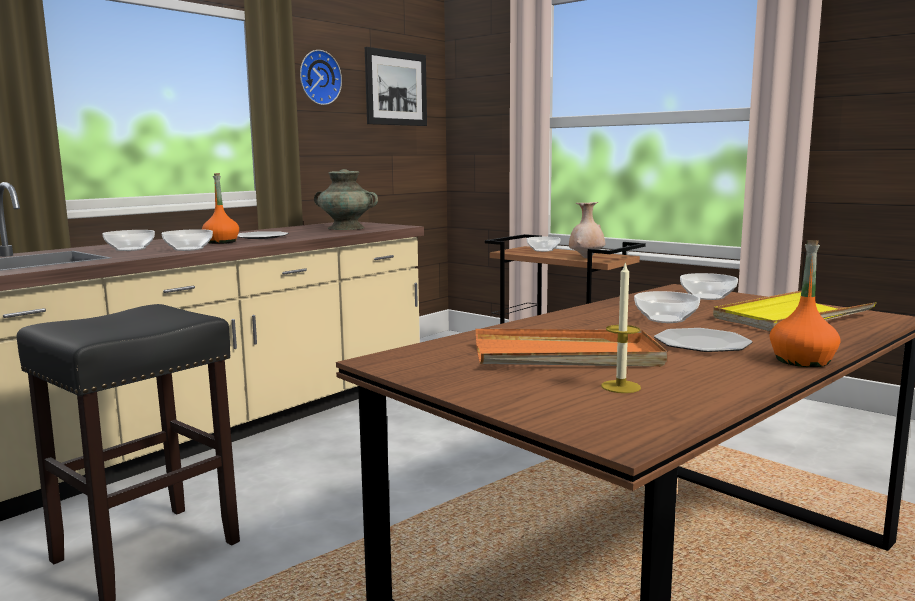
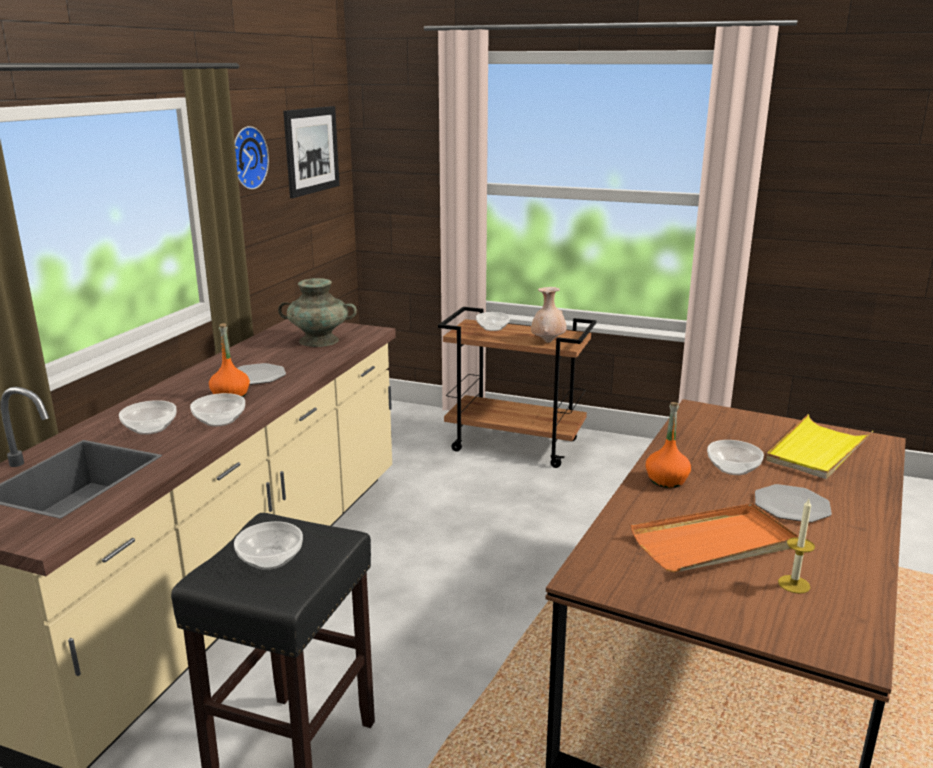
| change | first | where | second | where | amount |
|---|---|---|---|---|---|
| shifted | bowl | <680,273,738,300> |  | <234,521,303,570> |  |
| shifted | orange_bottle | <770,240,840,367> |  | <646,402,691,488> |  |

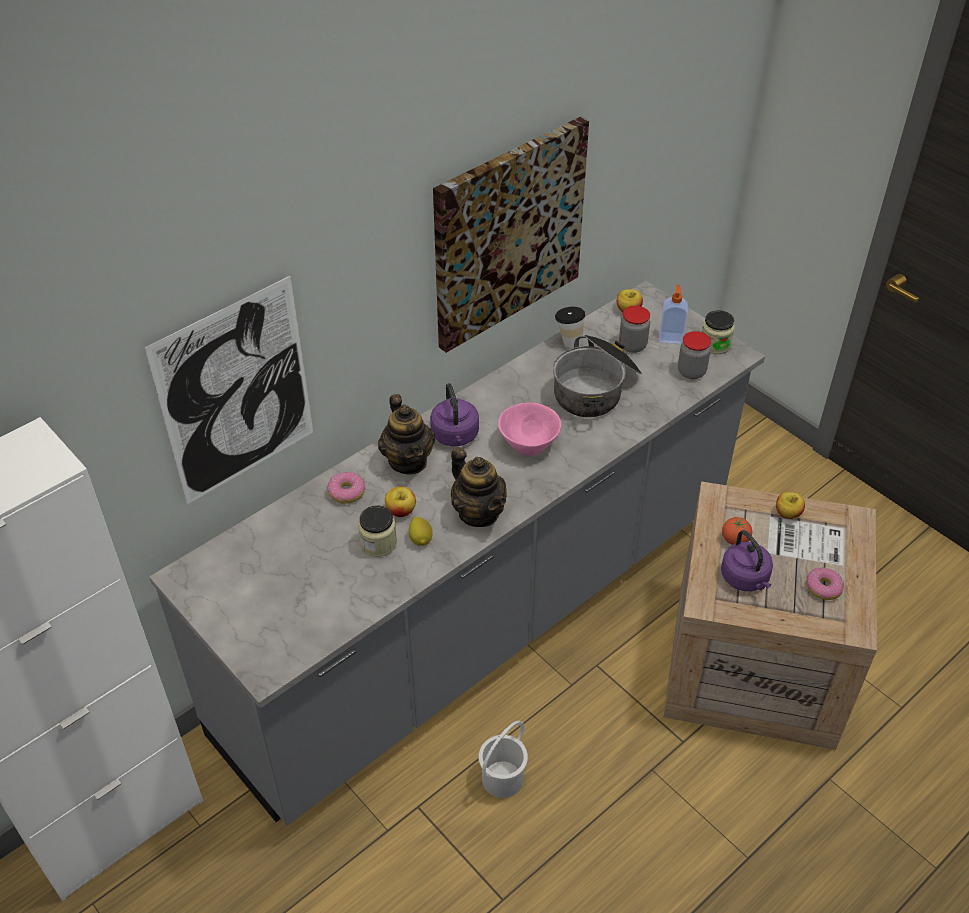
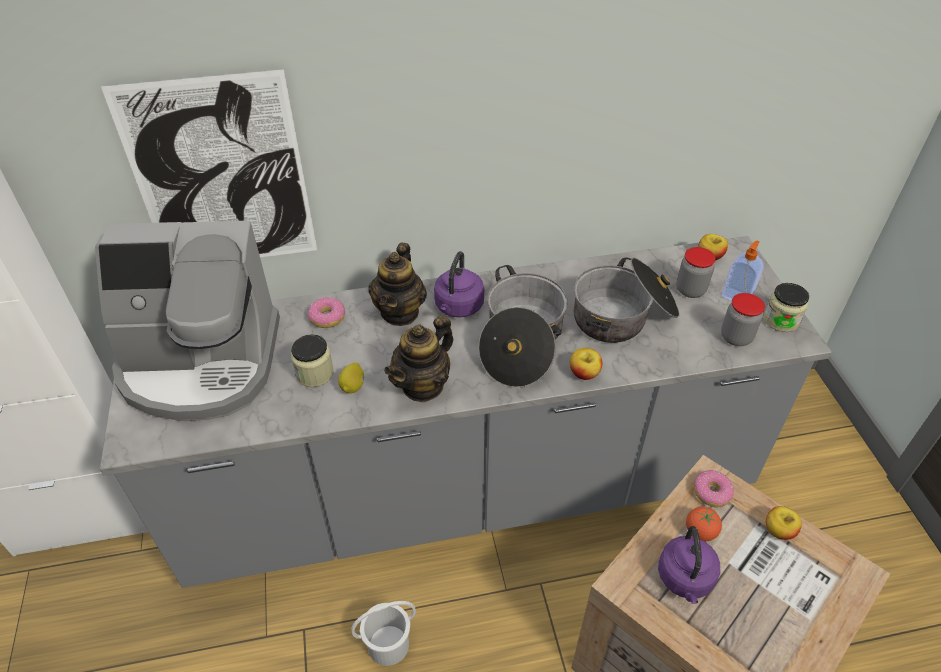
| change | first | where | second | where | amount |
|---|---|---|---|---|---|
| new |  |  | coffee_machine | <95,221,280,421> |  |
| rotated | teapot | <451,447,507,527> |  | <384,315,454,402> | 45 degrees clockwise |
| swapped | pink_bowl | <498,403,561,456> | cooking_pot | <478,265,567,387> |  |
| shifted | apple | <385,487,416,517> |  | <570,348,602,380> |  |
| shifted | donut | <806,568,844,600> |  | <694,470,734,507> |  |
| gone | picture | <433,116,589,353> |  |  |  |
| gone | cup | <555,307,585,349> |  |  |  |

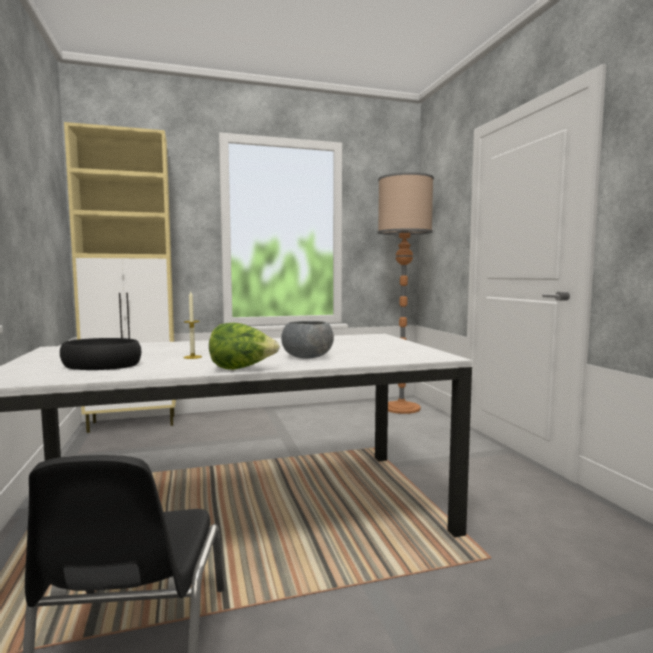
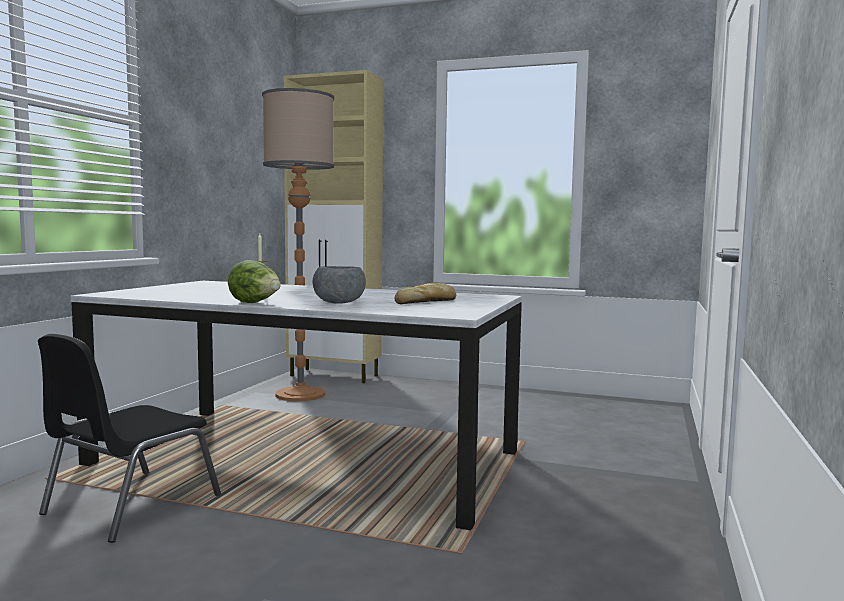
| change | first | where | second | where | amount |
|---|---|---|---|---|---|
| shifted | floor_lamp | <377,173,434,414> |  | <262,88,334,401> |  |
| new |  |  | bread | <395,283,456,304> |  |
| gone | black_bowl | <60,338,141,370> |  |  |  |

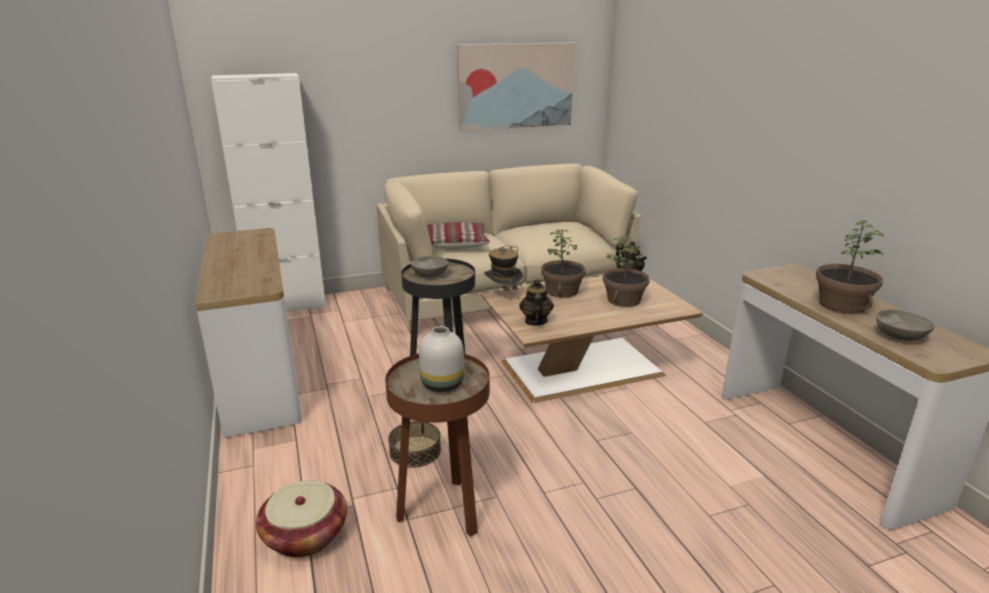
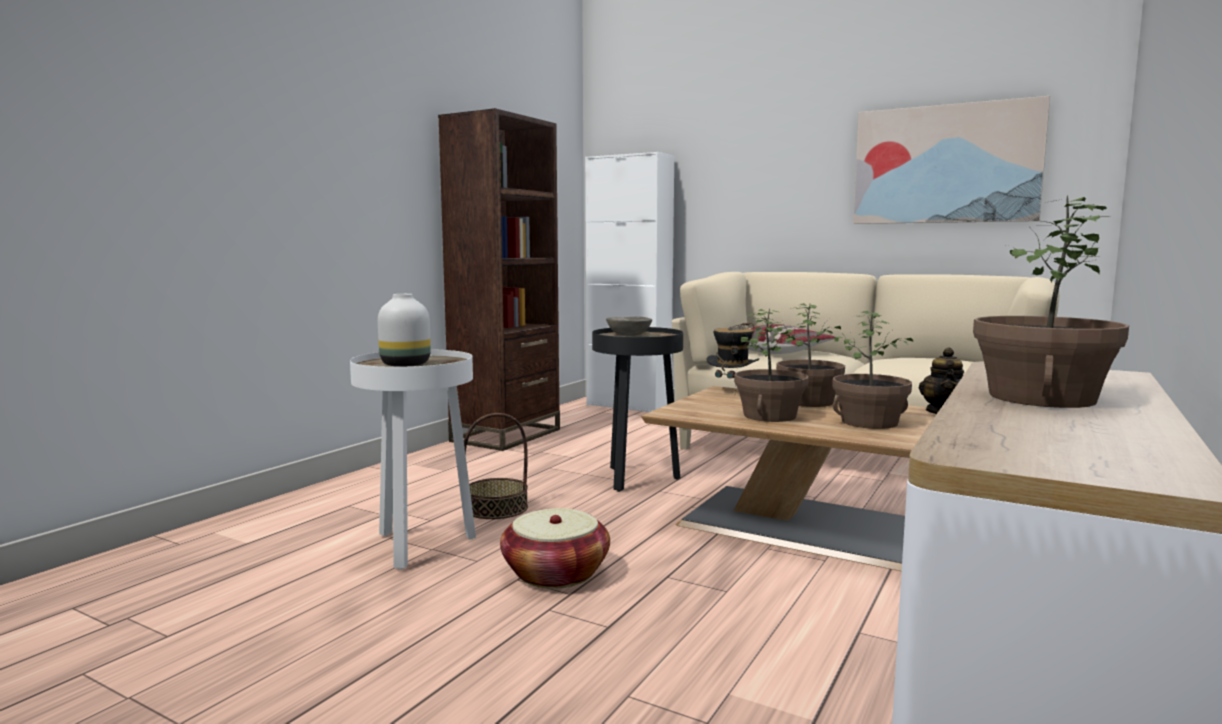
| change | first | where | second | where | amount |
|---|---|---|---|---|---|
| repainted | brown_side_table | <385,354,490,537> | white_side_table | <350,349,476,570> |  |
| swapped | console_table | <196,228,302,438> | brown_bookcase | <438,108,560,451> |  |
| shifted | basket | <256,480,347,557> |  | <500,508,610,589> |  |
| new |  |  | potted_plant | <734,308,809,422> |  |
| gone | teapot | <519,279,554,326> |  |  |  |
| gone | grey_bowl | <876,310,935,341> |  |  |  |

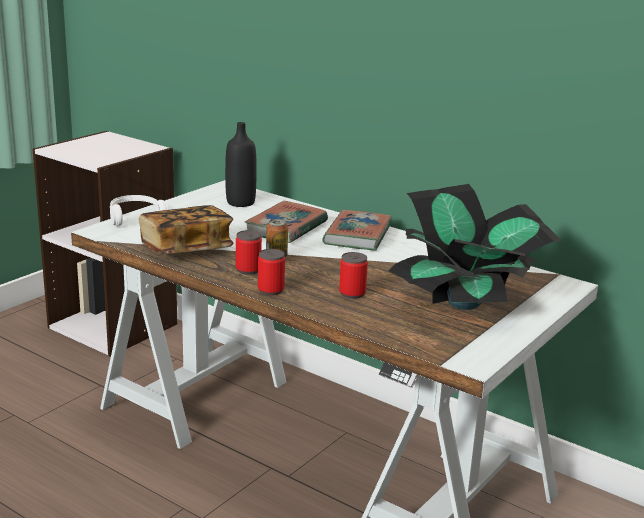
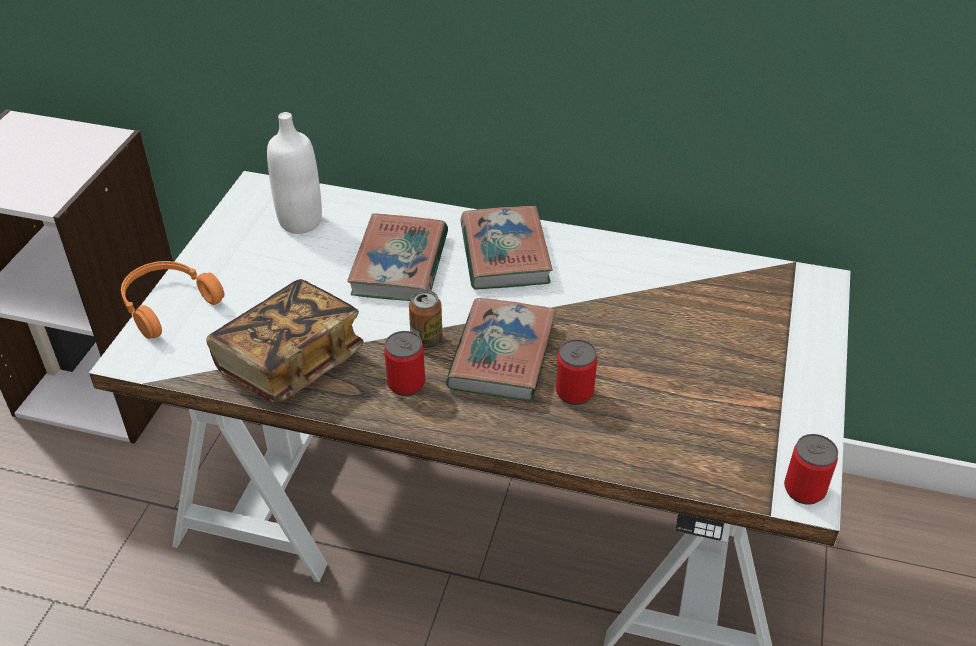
| change | first | where | second | where | amount |
|---|---|---|---|---|---|
| repainted | white_headphones | <110,195,169,226> | orange_headphones | <121,261,224,339> |  |
| repainted | black_bottle | <225,122,257,207> | white_bottle | <267,112,322,234> |  |
| new |  |  | book | <446,298,556,402> |  |
| shifted | can | <258,249,285,295> |  | <784,434,838,505> |  |
| gone | potted_plant | <389,184,562,310> |  |  |  |

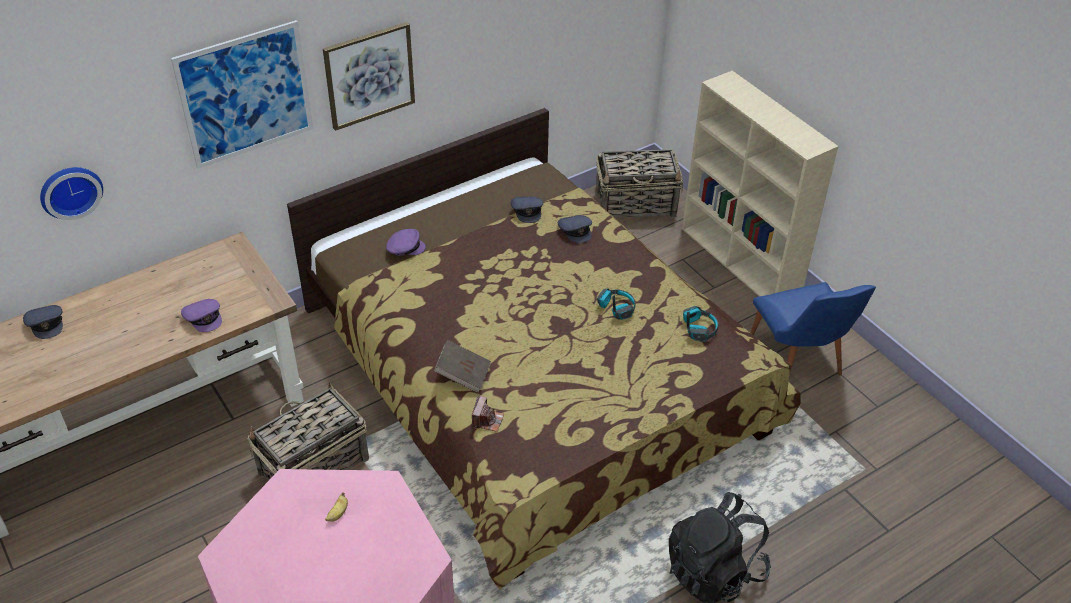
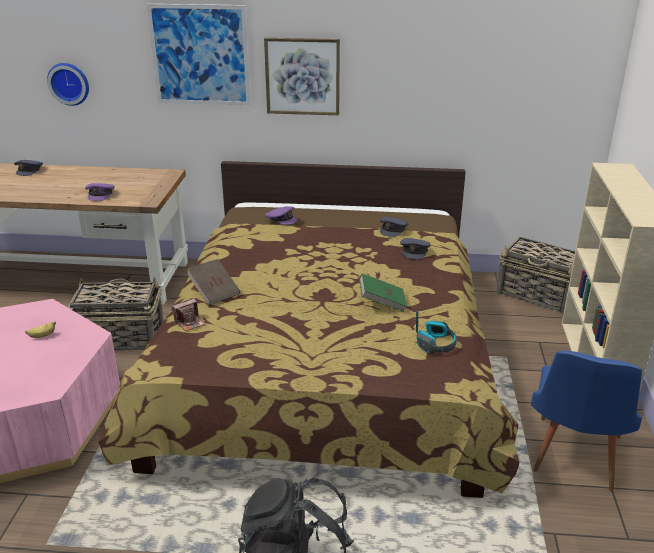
| change | first | where | second | where | amount |
|---|---|---|---|---|---|
| swapped | headphones | <597,288,635,320> | green_book | <359,273,407,312> |  |

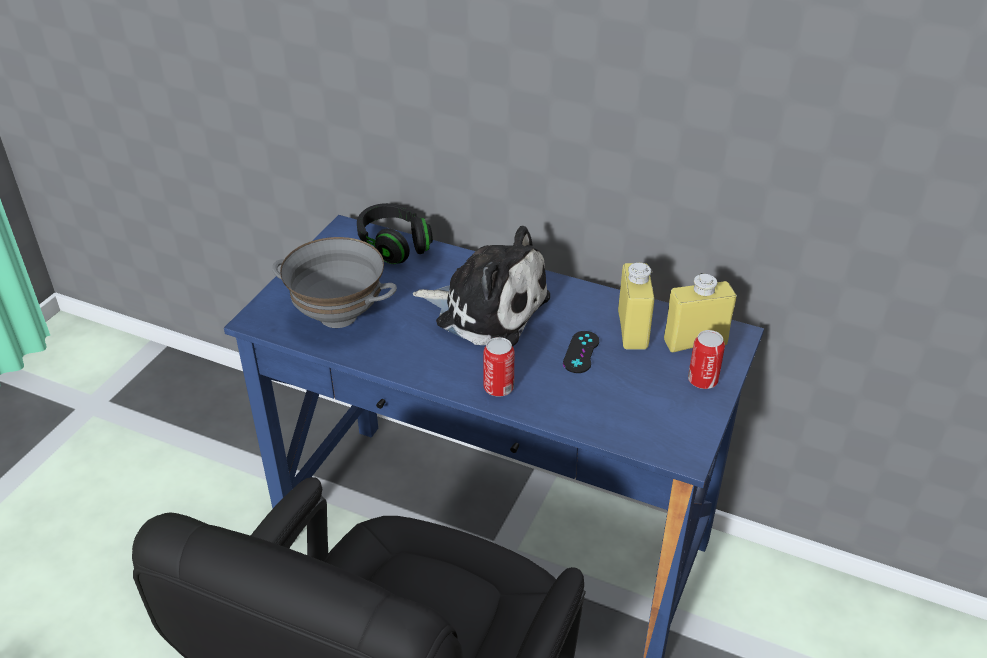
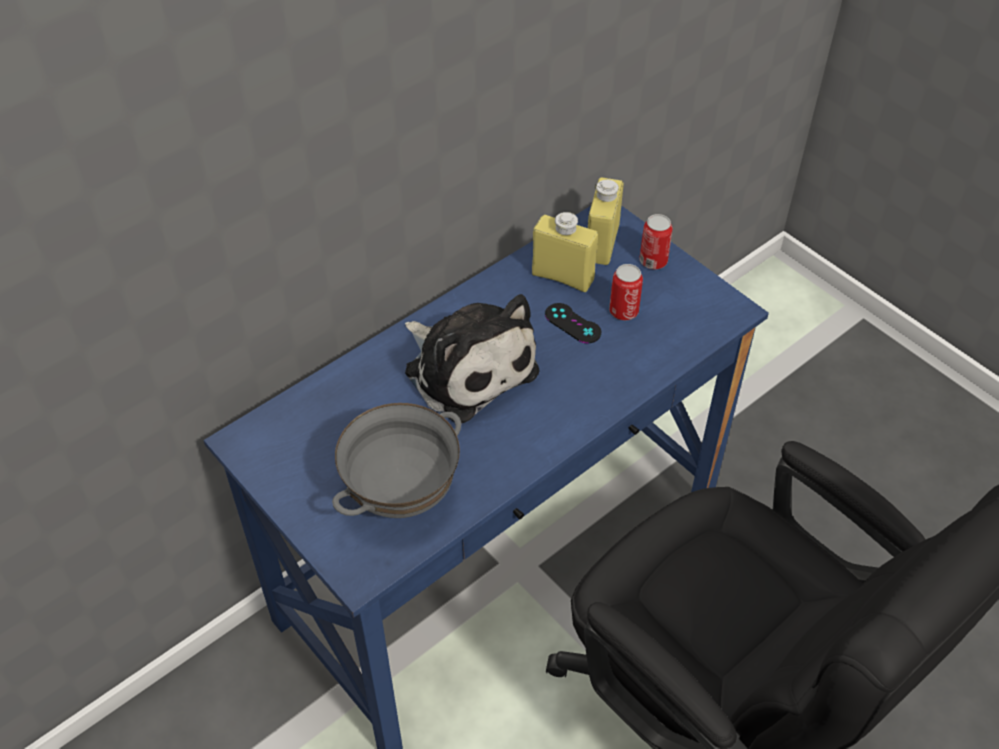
| change | first | where | second | where | amount |
|---|---|---|---|---|---|
| rotated | plush_toy | <413,226,550,346> |  | <405,294,539,424> | 90 degrees clockwise |
| shifted | can | <484,337,514,397> |  | <609,264,643,320> |  |
| gone | black_headphones | <357,203,433,264> |  |  |  |

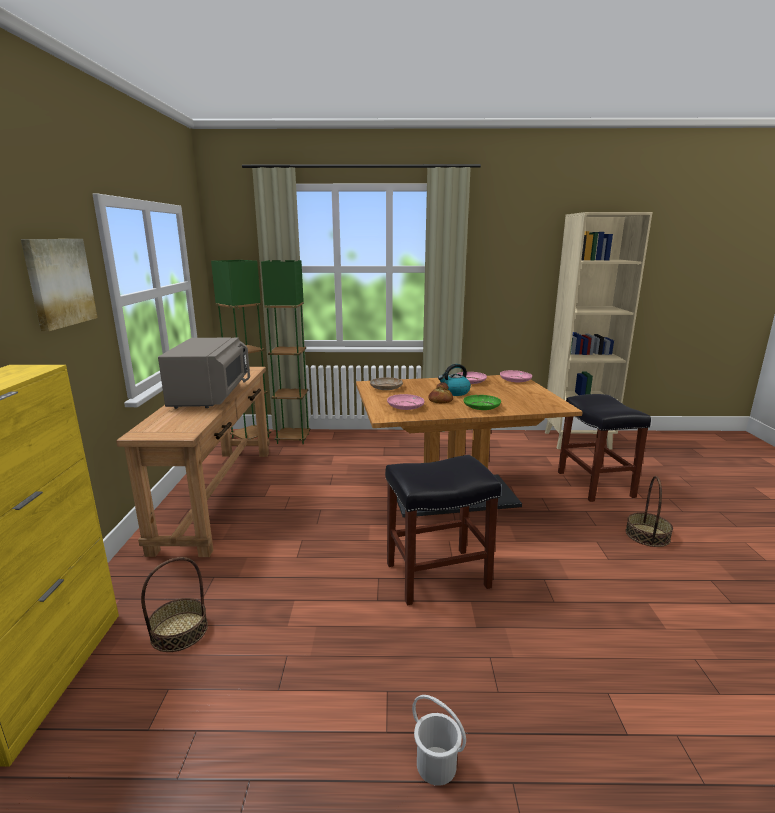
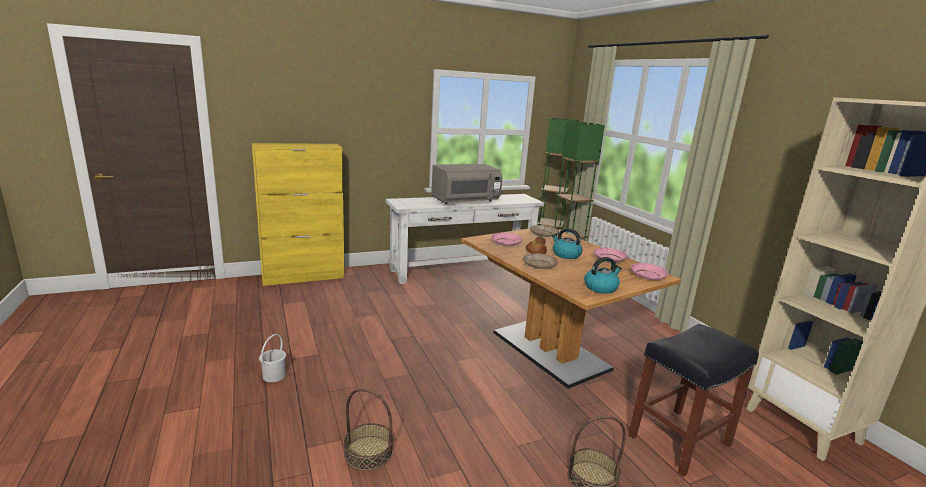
| change | first | where | second | where | amount |
|---|---|---|---|---|---|
| shifted | basket | <141,557,208,652> |  | <344,388,393,471> |  |
| repainted | brown_console_table | <116,367,270,557> | white_console_table | <386,194,544,284> |  |
| repainted | green_plate | <463,395,501,410> | beige_plate | <523,253,558,269> |  |
| new |  |  | kettle | <584,257,622,294> |  |
| gone | picture | <21,239,98,331> |  |  |  |
| gone | black_stool | <385,455,501,606> |  |  |  |

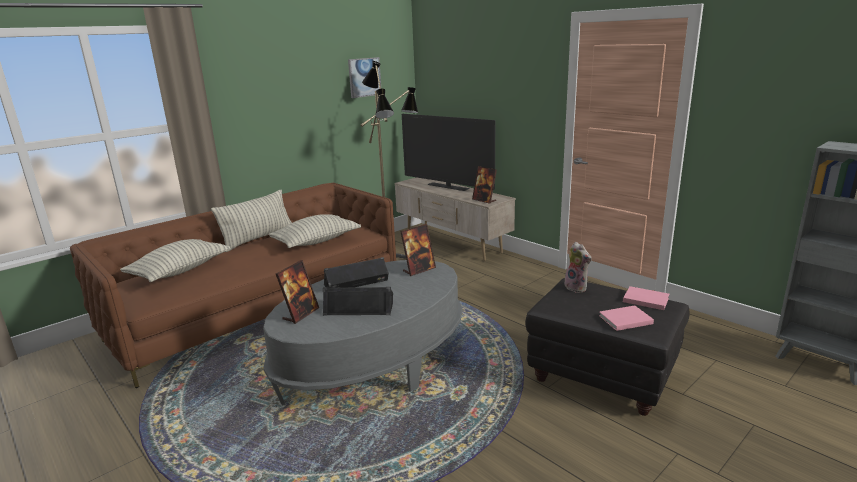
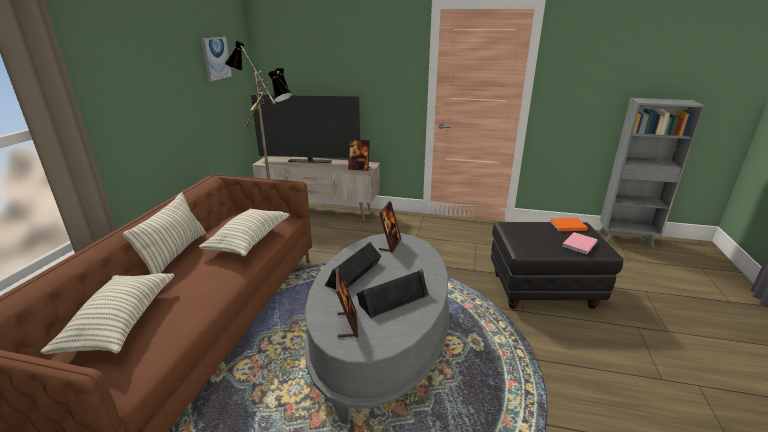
| change | first | where | second | where | amount |
|---|---|---|---|---|---|
| repainted | pink_book | <623,286,669,310> | orange_book | <550,218,588,231> |  |
| gone | plush_toy | <565,242,592,293> |  |  |  |

